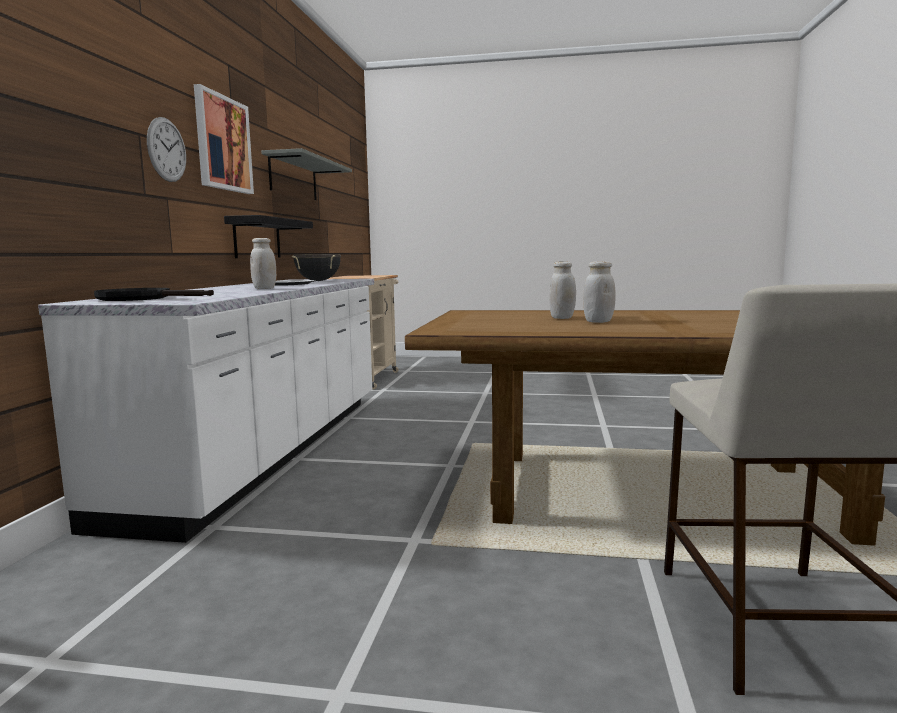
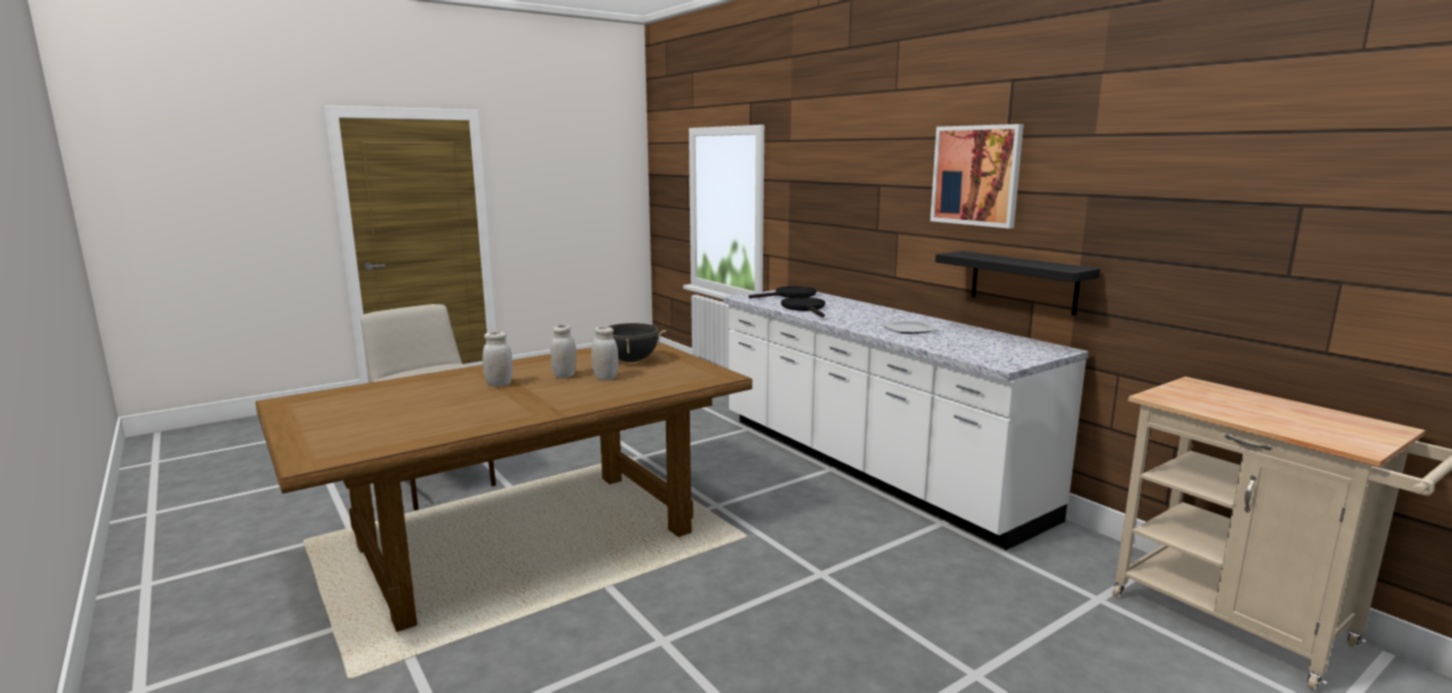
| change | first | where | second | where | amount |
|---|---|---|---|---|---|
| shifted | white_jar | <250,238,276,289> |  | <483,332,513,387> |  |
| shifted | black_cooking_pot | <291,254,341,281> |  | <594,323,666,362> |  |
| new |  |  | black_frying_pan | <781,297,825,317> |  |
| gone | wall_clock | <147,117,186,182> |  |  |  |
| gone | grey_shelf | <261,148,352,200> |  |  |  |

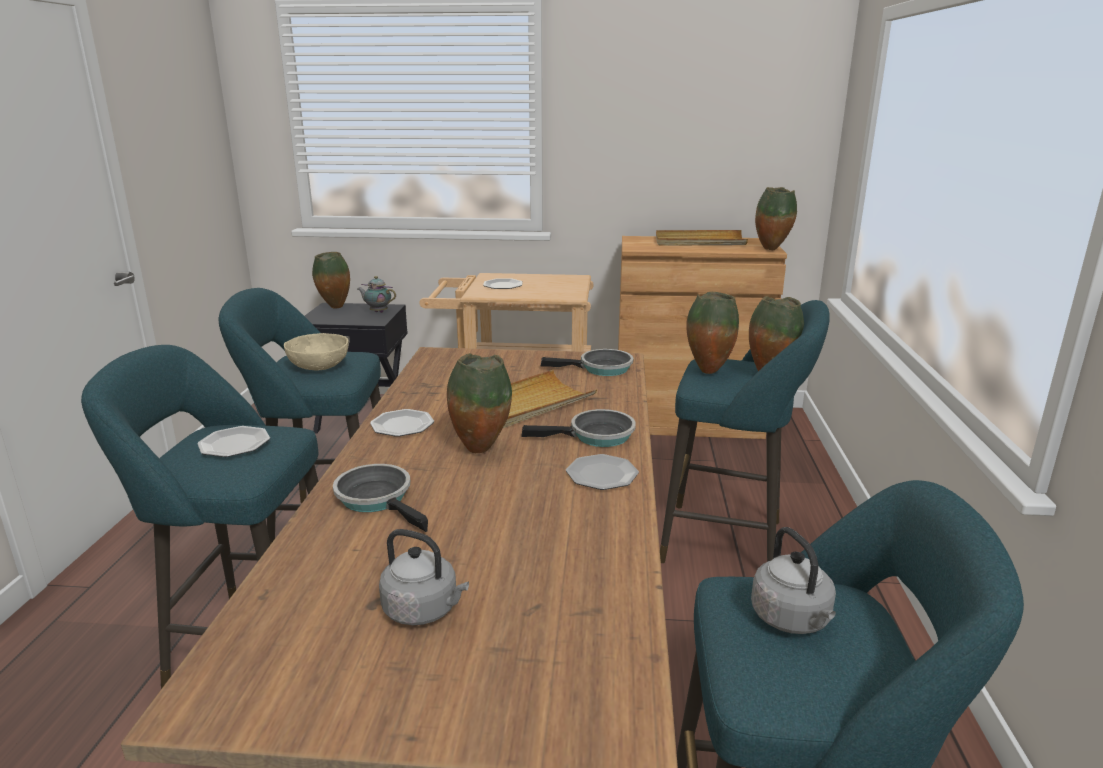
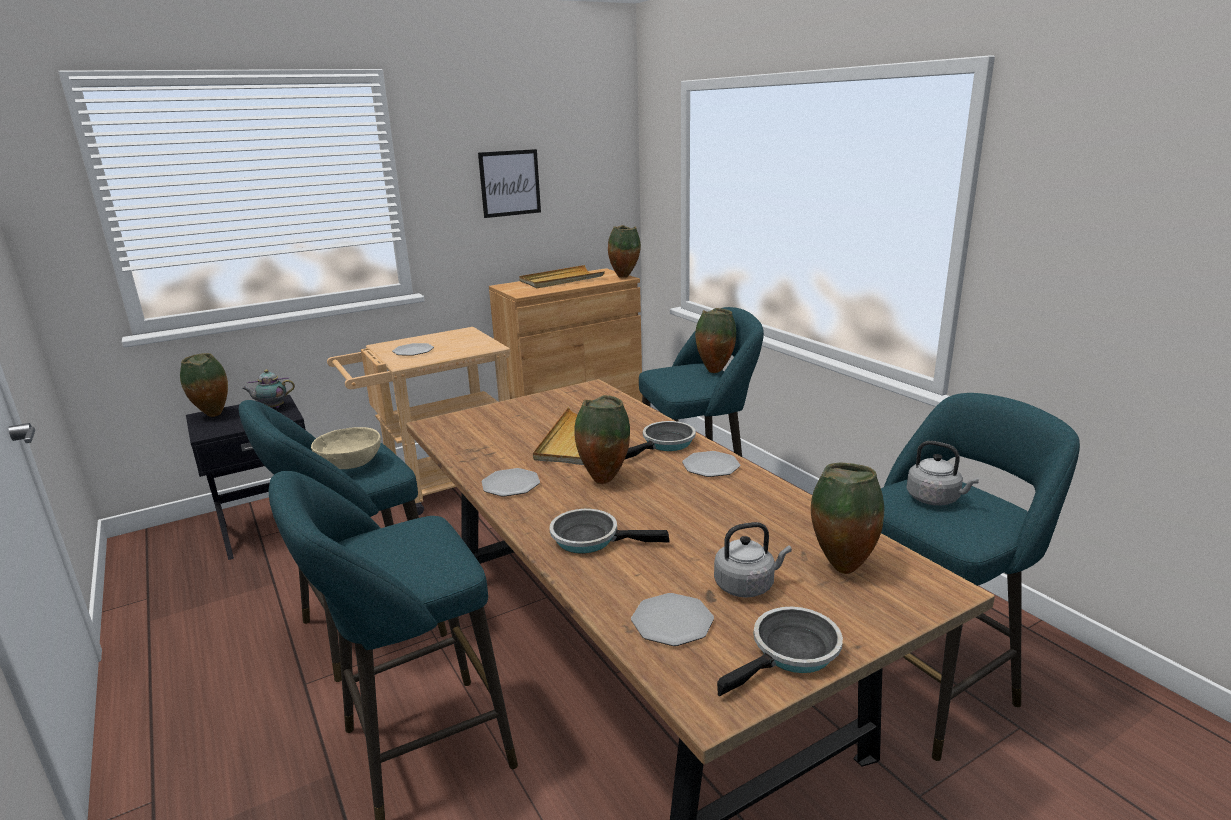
| change | first | where | second | where | amount |
|---|---|---|---|---|---|
| new |  |  | picture | <478,149,541,218> |  |
| shifted | plate | <197,426,270,457> |  | <631,593,714,646> |  |
| shifted | frying_pan | <541,349,633,376> |  | <717,607,843,697> |  |
| shifted | vase | <686,292,739,374> |  | <811,462,884,574> |  |

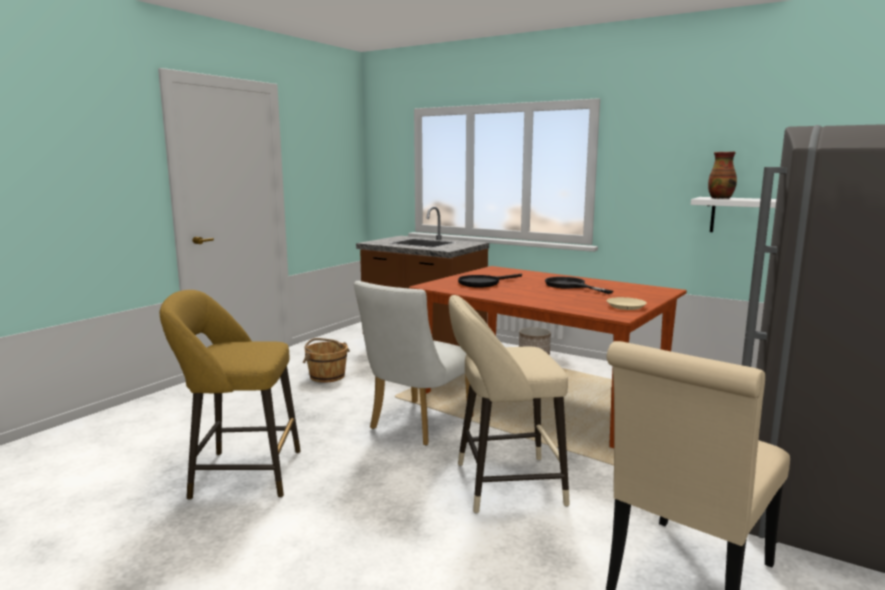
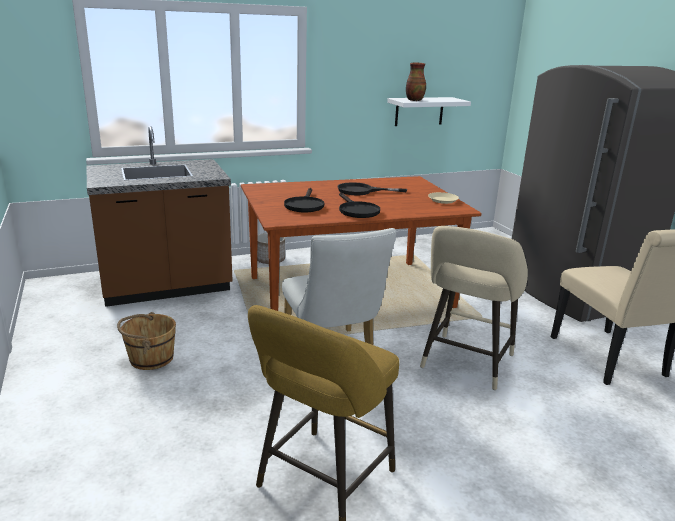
| change | first | where | second | where | amount |
|---|---|---|---|---|---|
| new |  |  | black_frying_pan | <339,193,380,218> |  |

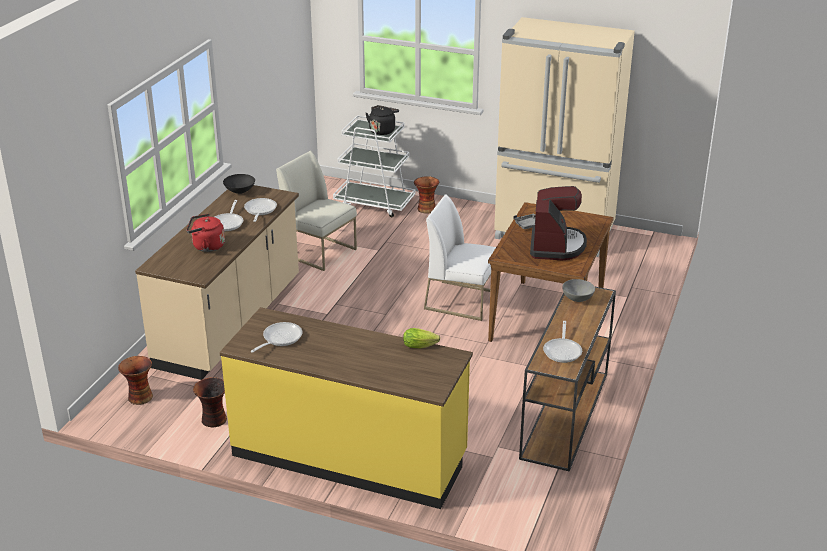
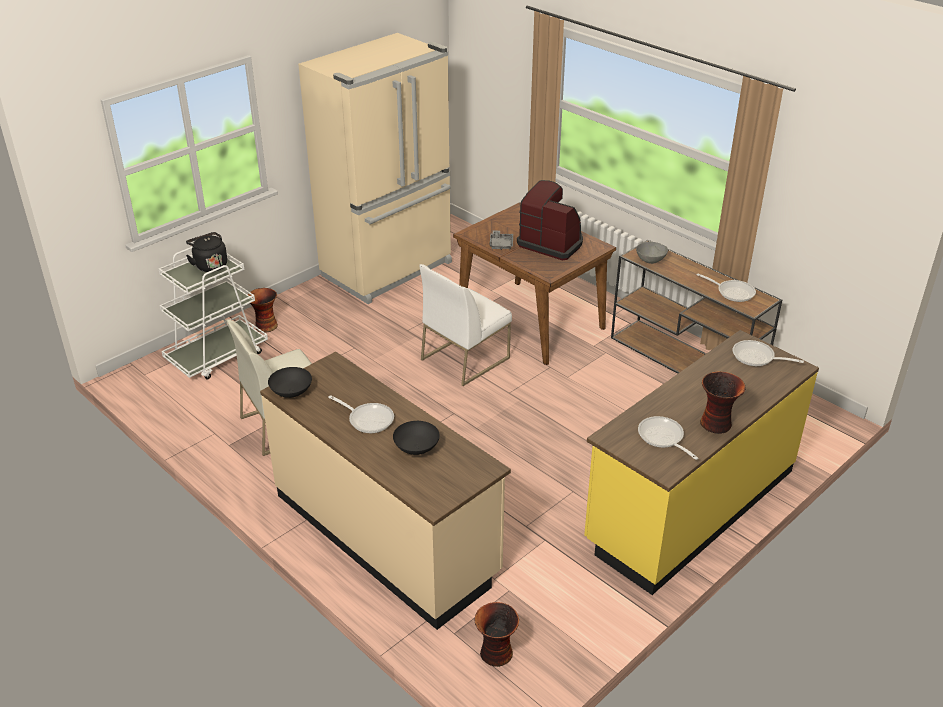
| change | first | where | second | where | amount |
|---|---|---|---|---|---|
| swapped | red_kettle | <187,214,225,252> | black_bowl | <393,421,440,455> |  |
| shifted | vase | <193,377,227,428> |  | <700,372,745,434> |  |
| shifted | frying_pan | <244,198,277,222> |  | <732,340,804,366> |  |
| gone | lettuce | <403,328,440,349> |  |  |  |

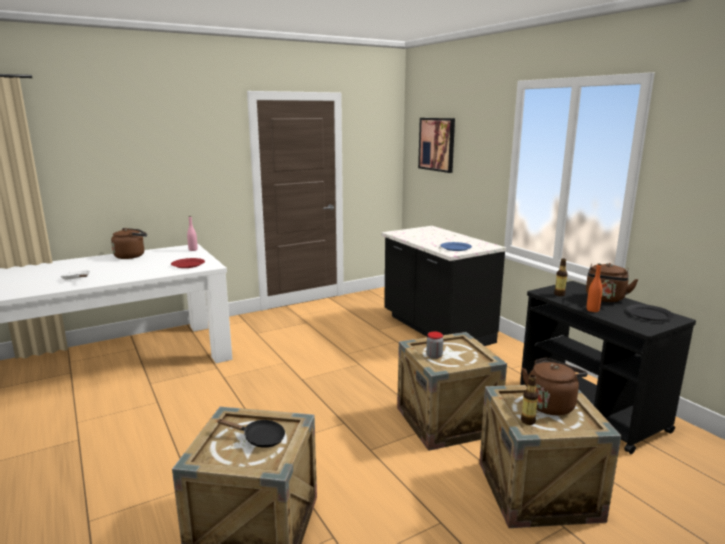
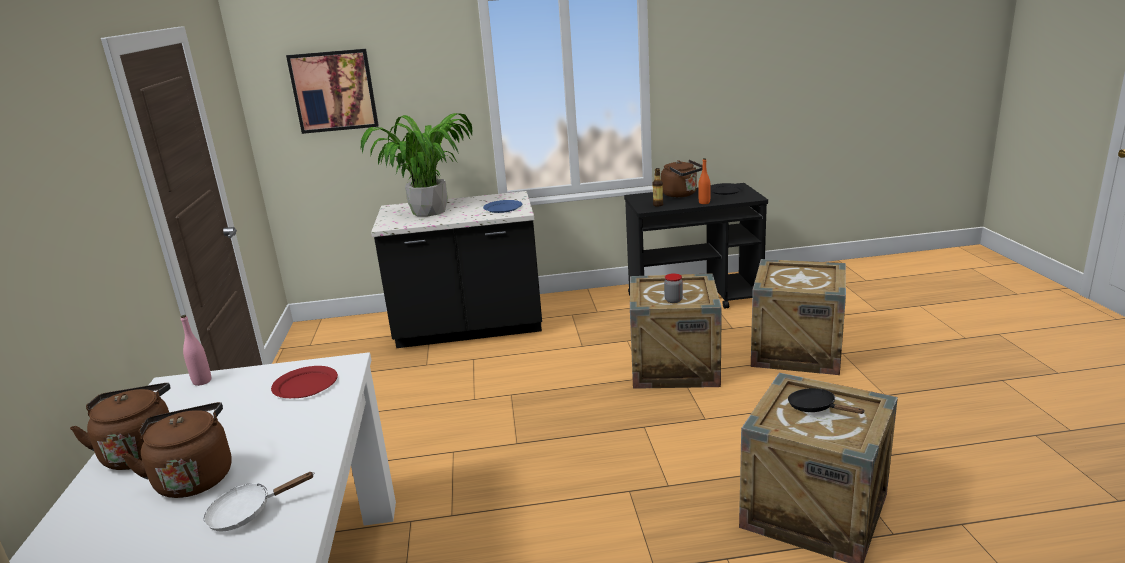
| change | first | where | second | where | amount |
|---|---|---|---|---|---|
| shifted | brown_kettle | <522,358,588,415> |  | <121,402,232,498> |  |
| new |  |  | potted_plant | <360,113,473,217> |  |
| rotated | black_frying_pan | <218,419,285,448> |  | <788,388,865,414> | 75 degrees counterclockwise |
| gone | bottle | <521,375,538,425> |  |  |  |

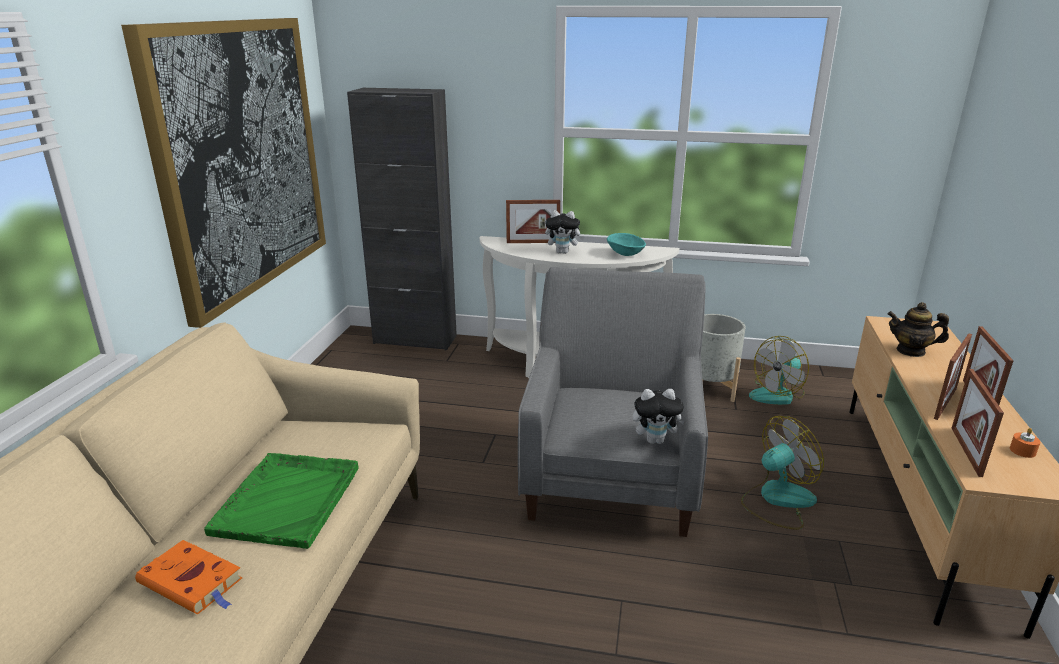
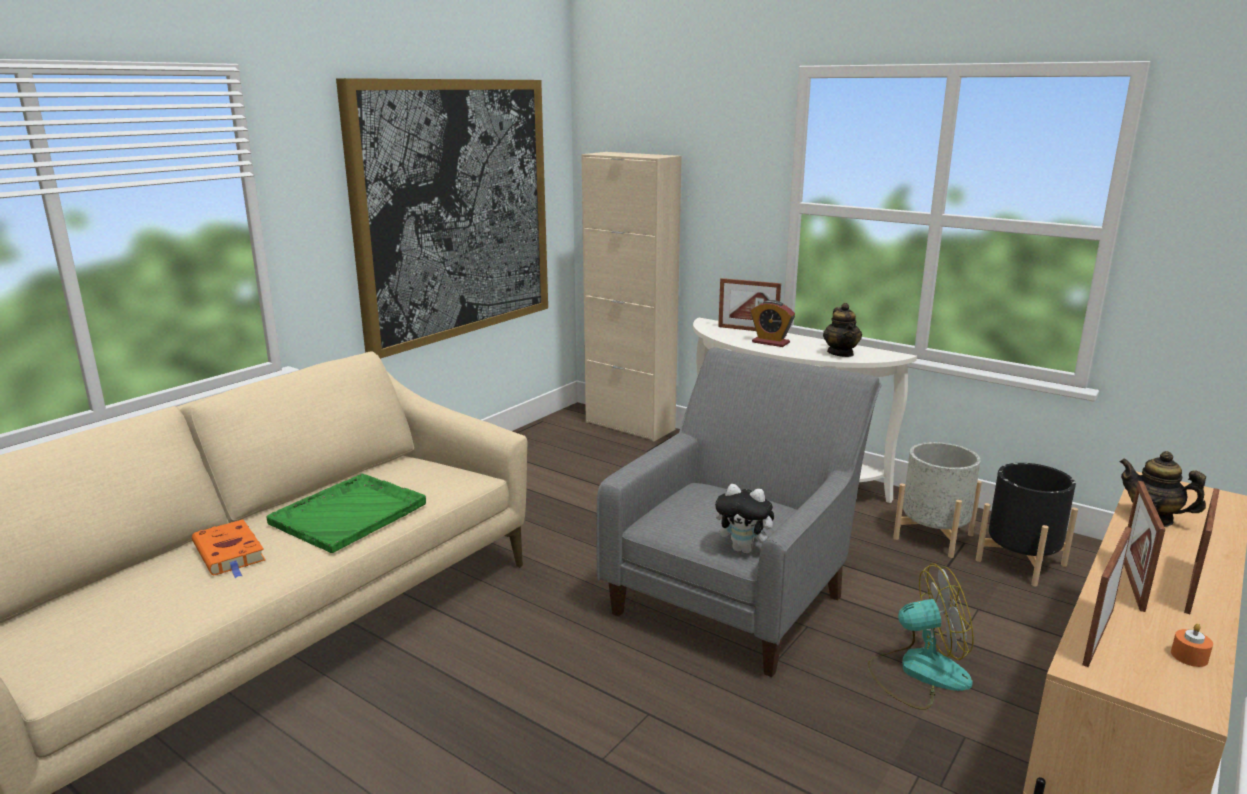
| change | first | where | second | where | amount |
|---|---|---|---|---|---|
| repainted | black_cabinet | <347,88,457,351> | beige_cabinet | <582,152,682,441> |  |
| swapped | plush_toy | <545,210,585,254> | alarm_clock | <751,300,795,347> |  |
| swapped | turquoise_bowl | <607,233,646,256> | teapot | <823,303,862,357> |  |
| swapped | fan | <749,336,809,405> | black_planter | <976,463,1078,587> |  |
| rotated | picture_frame | <934,333,972,420> |  | <1124,481,1165,612> | 135 degrees clockwise |

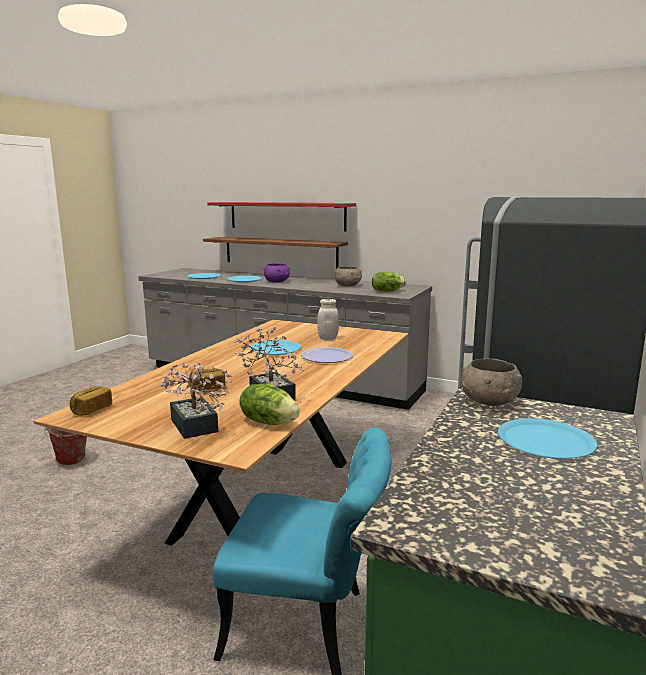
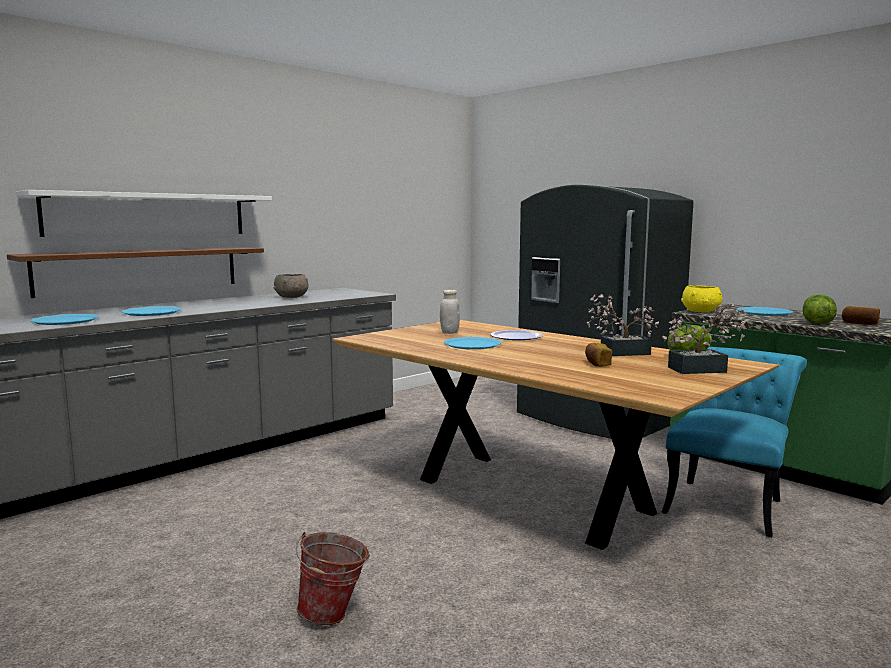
| change | first | where | second | where | amount |
|---|---|---|---|---|---|
| repainted | red_shelf | <207,202,356,232> | white_shelf | <16,190,272,237> |  |
| repainted | grey_bowl | <461,359,522,406> | yellow_bowl | <681,286,723,313> |  |
| shifted | lettuce | <372,272,406,292> |  | <803,294,837,325> |  |
| shifted | bread | <70,386,112,416> |  | <842,306,880,325> |  |
| gone | purple_bowl | <263,263,290,283> |  |  |  |

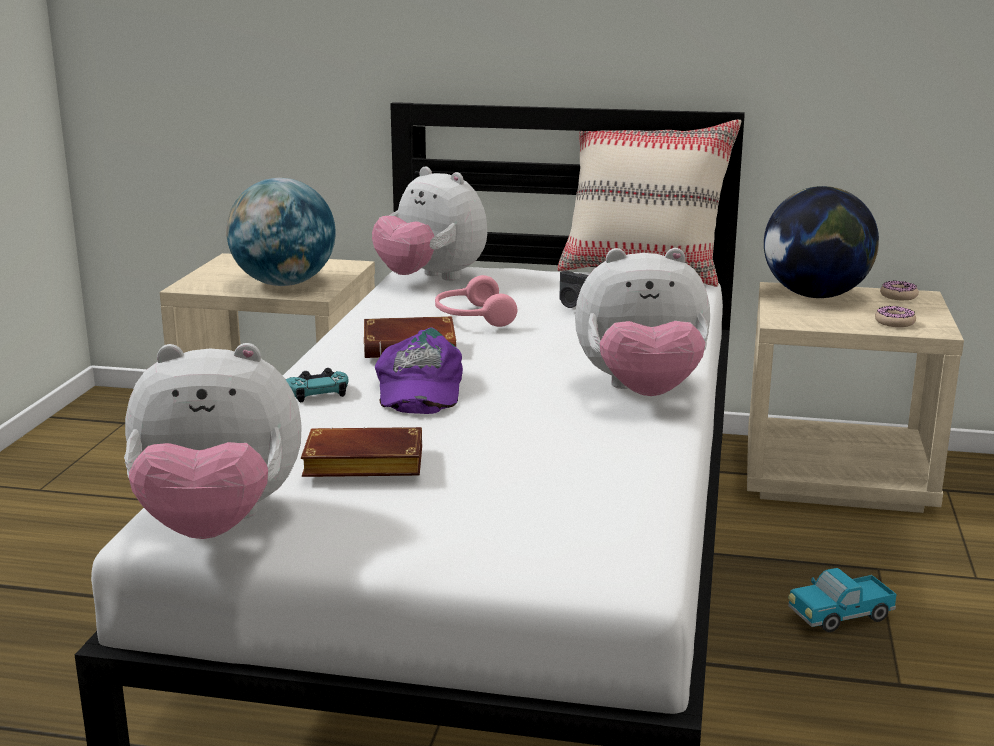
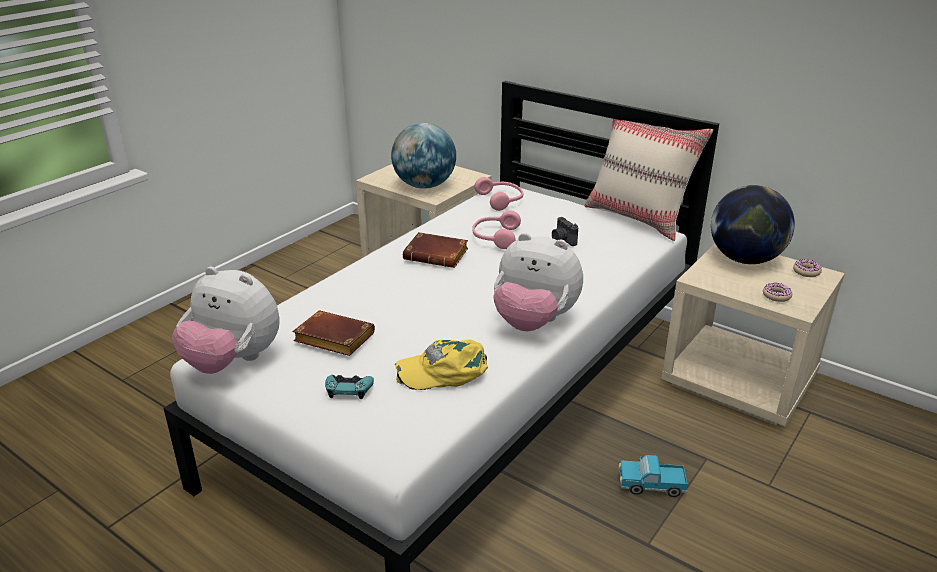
| change | first | where | second | where | amount |
|---|---|---|---|---|---|
| shifted | turquoise_game_controller | <286,368,349,402> |  | <325,375,374,399> |  |
| new |  |  | yellow_cap | <395,339,488,390> |  |
| swapped | plush_toy | <372,166,487,281> | pink_headphones | <474,177,523,211> |  |
| gone | purple_cap | <375,327,463,414> |  |  |  |

